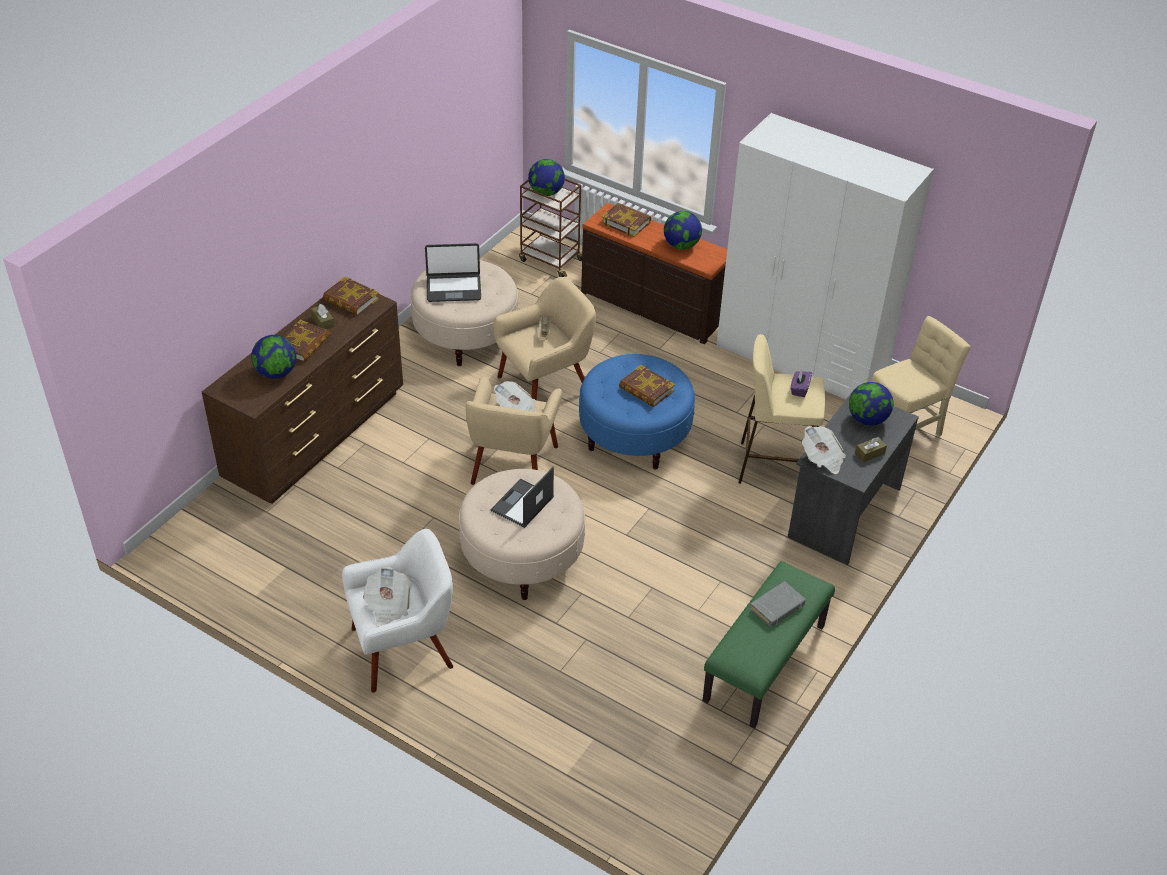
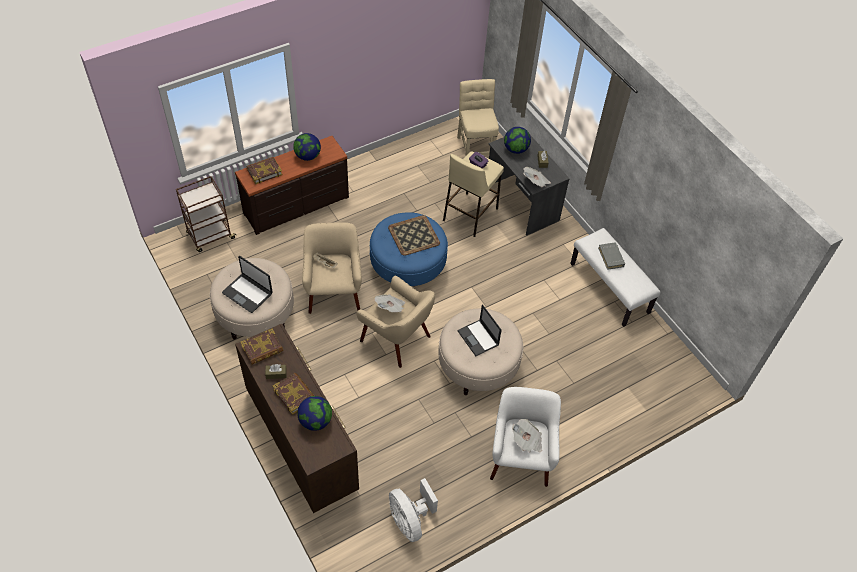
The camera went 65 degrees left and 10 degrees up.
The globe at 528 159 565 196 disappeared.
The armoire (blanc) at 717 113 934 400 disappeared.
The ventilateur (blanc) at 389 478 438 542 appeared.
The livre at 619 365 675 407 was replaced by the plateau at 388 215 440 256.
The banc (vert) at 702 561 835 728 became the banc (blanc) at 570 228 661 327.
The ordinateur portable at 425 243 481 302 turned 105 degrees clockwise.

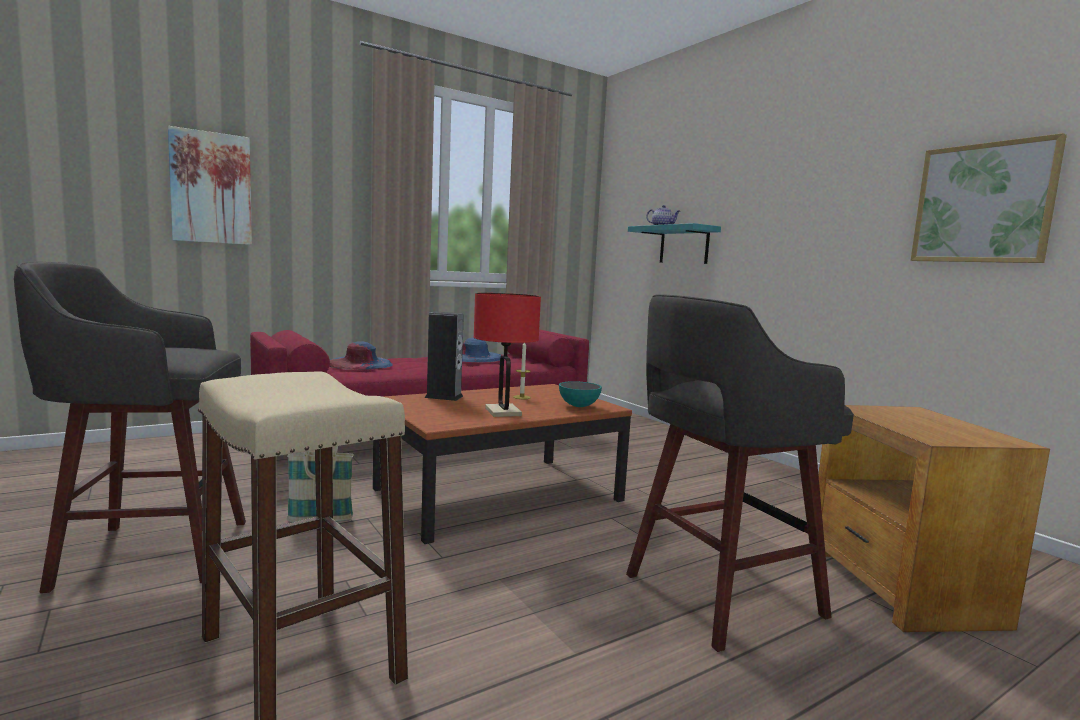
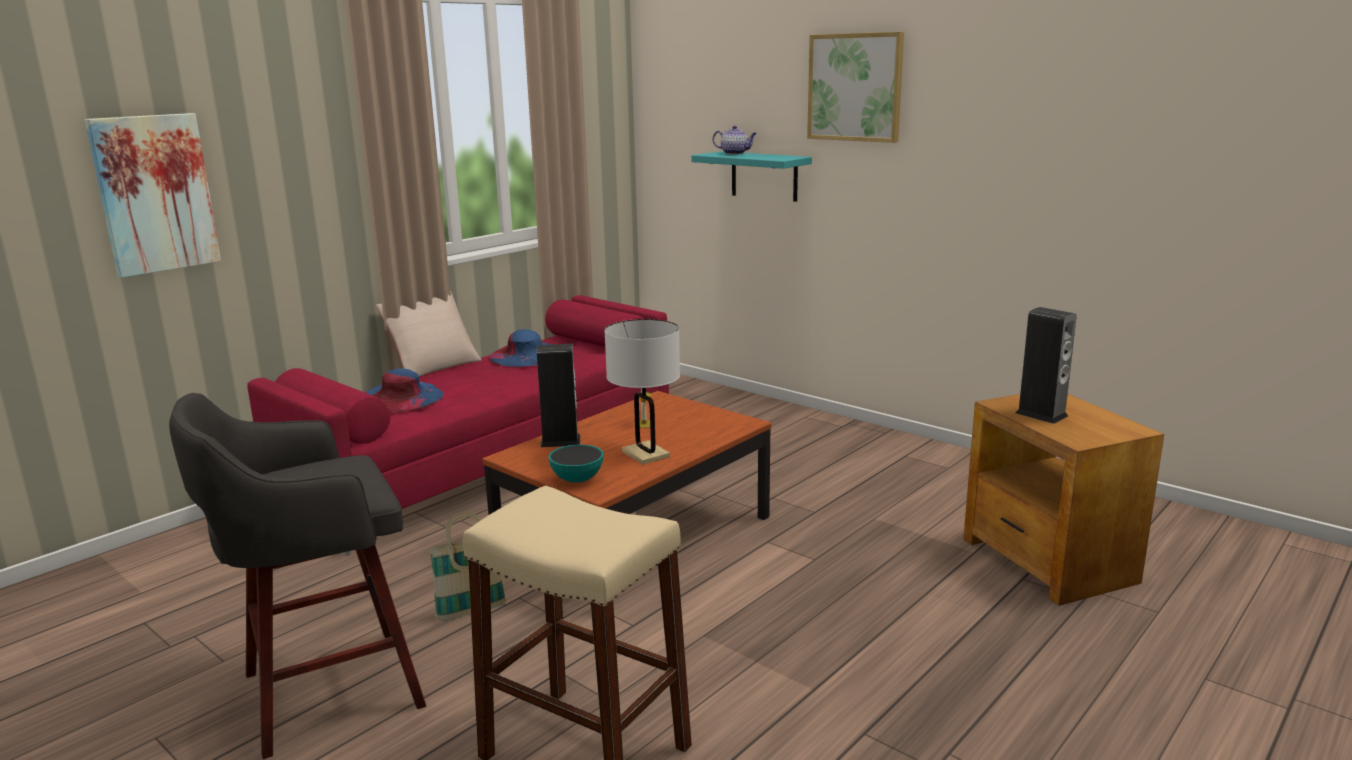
The camera went 15 degrees left and 10 degrees up.
The tabouret (gris) at 626 294 854 652 disappeared.
The coussin (beige) at 376 290 482 377 appeared.
The enceinte at 1015 307 1077 424 appeared.
The bol moved from 559 381 602 407 to 549 445 604 483.
The tableau moved from 911 133 1067 263 to 807 32 904 143.
The lampe de table (rouge) at 474 293 541 417 became the lampe de table (blanc) at 604 319 680 465.

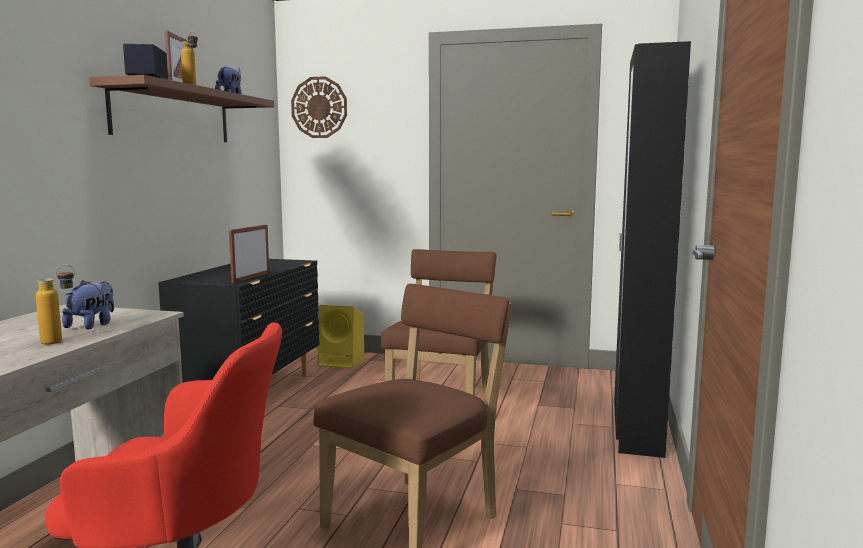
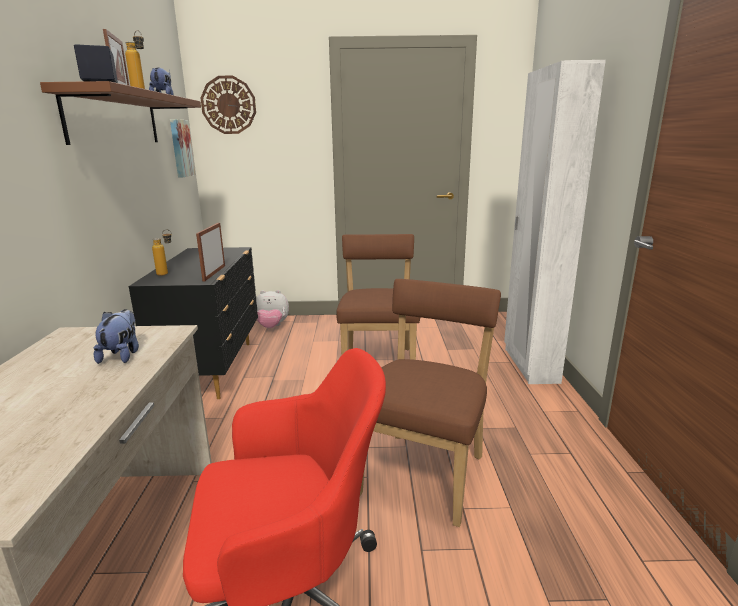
The camera went 15 degrees left and 10 degrees up.
The tableau at 170 119 195 178 appeared.
The bouteille moved from 36 265 75 344 to 152 229 172 276.
The enceinte (jaune) at 318 305 364 369 was replaced by the peluche at 256 290 289 328.
The armoire (noir) at 614 41 691 458 became the armoire (blanc) at 504 60 606 384.

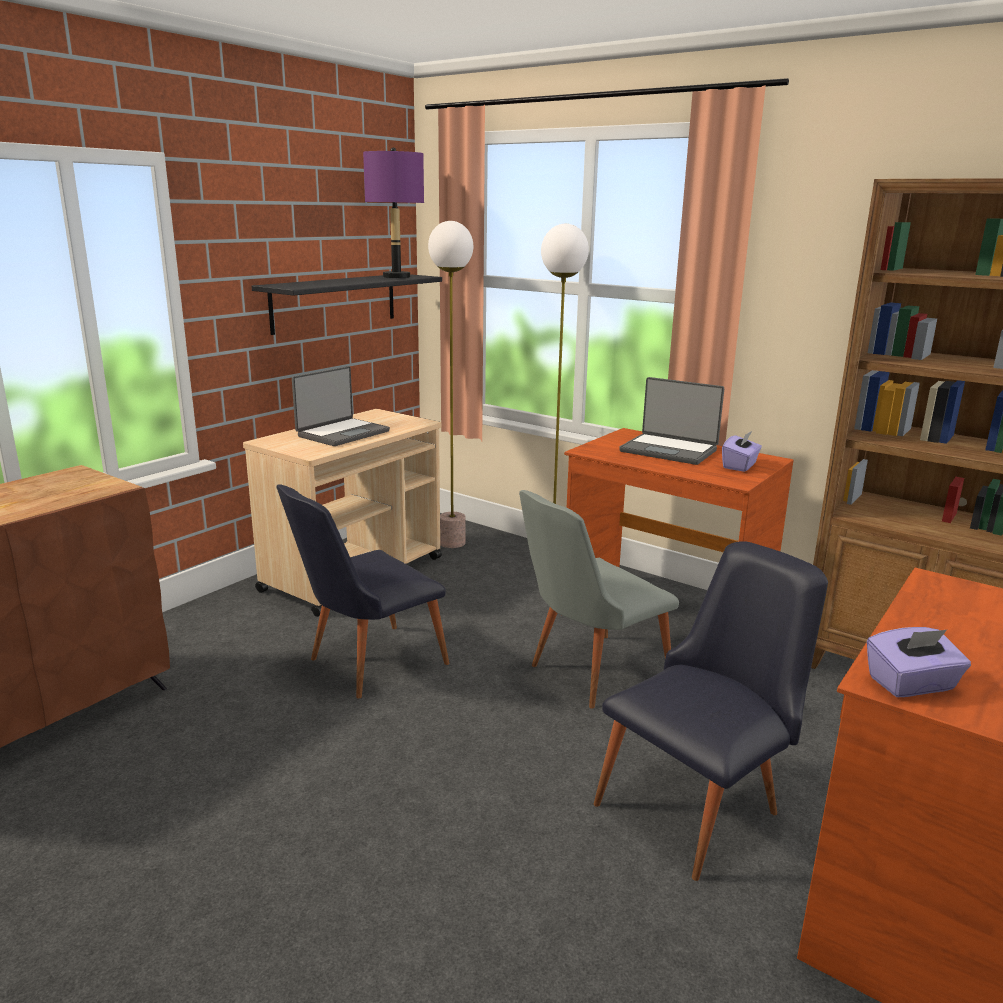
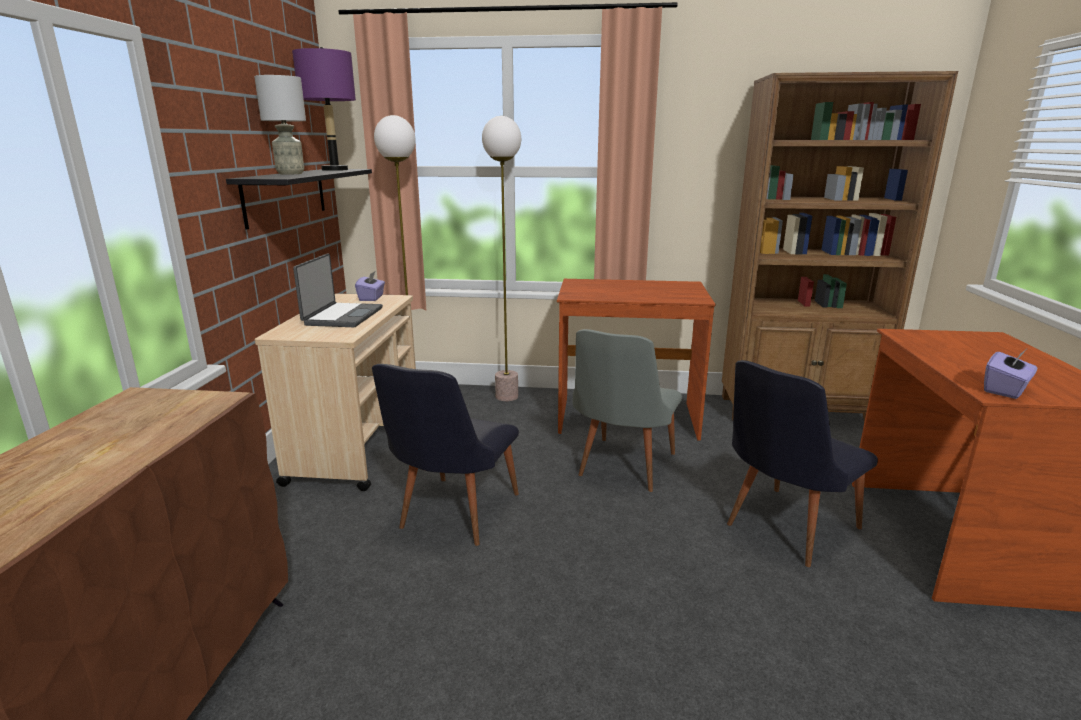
The camera went 30 degrees left and 0 degrees up.
The ordinateur portable at 619 377 724 465 disappeared.
The lampe de table (gris) at 254 75 306 175 appeared.
The boîte à mouchoirs (violet) moved from 722 431 762 472 to 355 272 385 301.
The chaise (noir) at 594 541 828 881 turned 150 degrees counterclockwise.

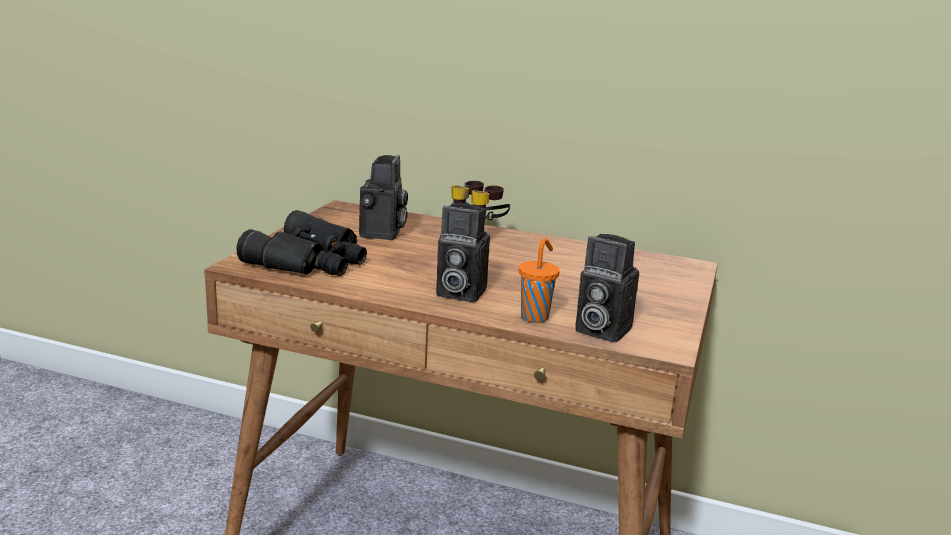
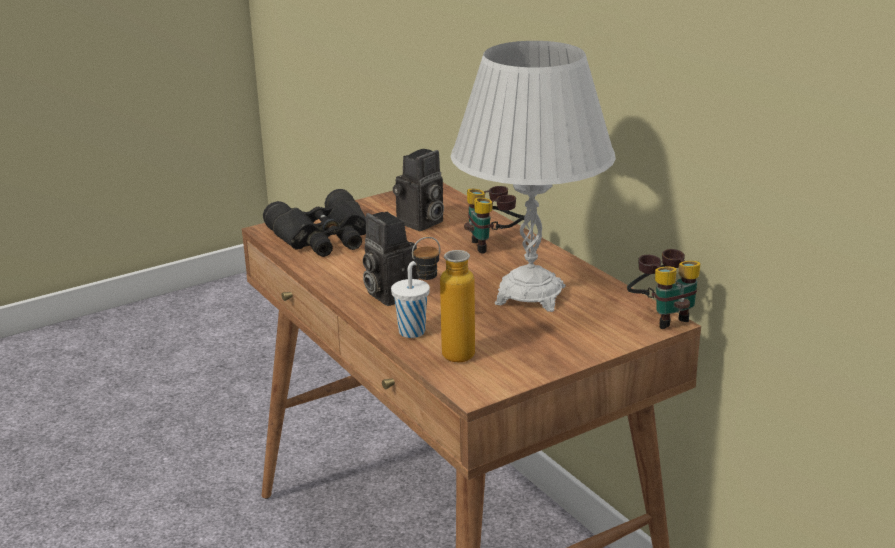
The camera went 40 degrees right and 5 degrees up.
The lampe de table (blanc) at 451 41 616 312 appeared.
The jumelles at 627 249 701 329 appeared.
The appareil photo at 575 234 639 343 was replaced by the bouteille at 412 237 475 362.
The tasse (orange) at 519 238 560 323 became the tasse (blanc) at 391 261 430 338.

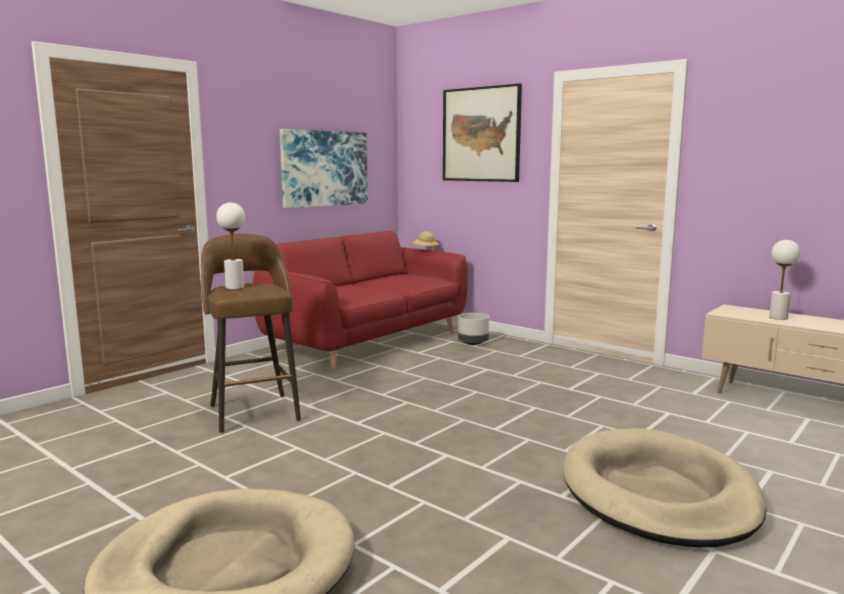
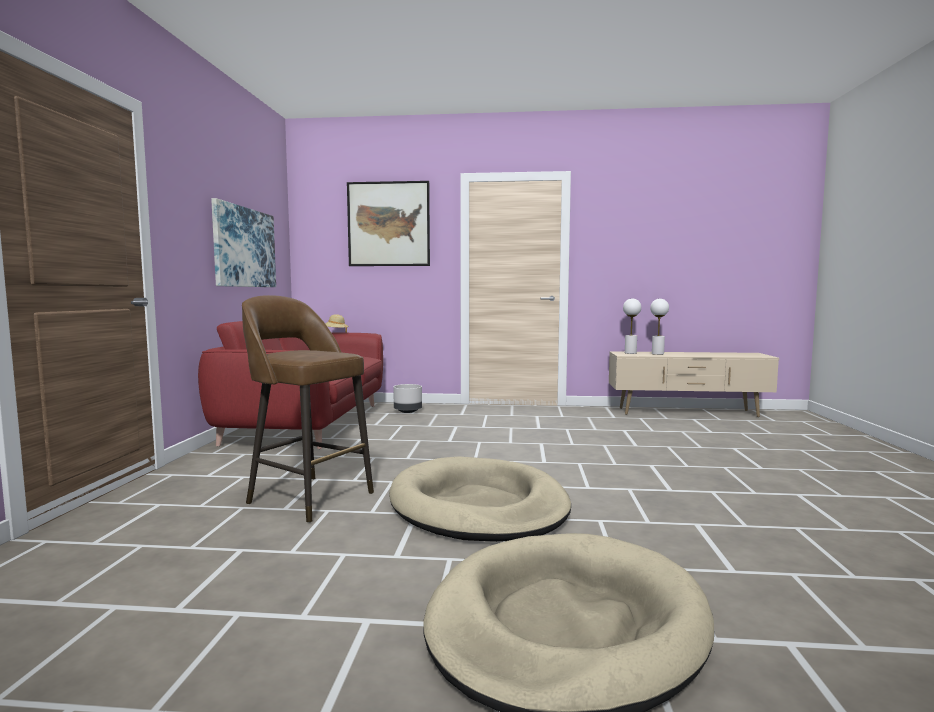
The camera went 35 degrees left and 5 degrees down.
The lampe de table (blanc) moved from 216 202 245 289 to 623 298 641 354.
The panier pour chien (beige) moved from 563 428 767 548 to 389 456 571 542.

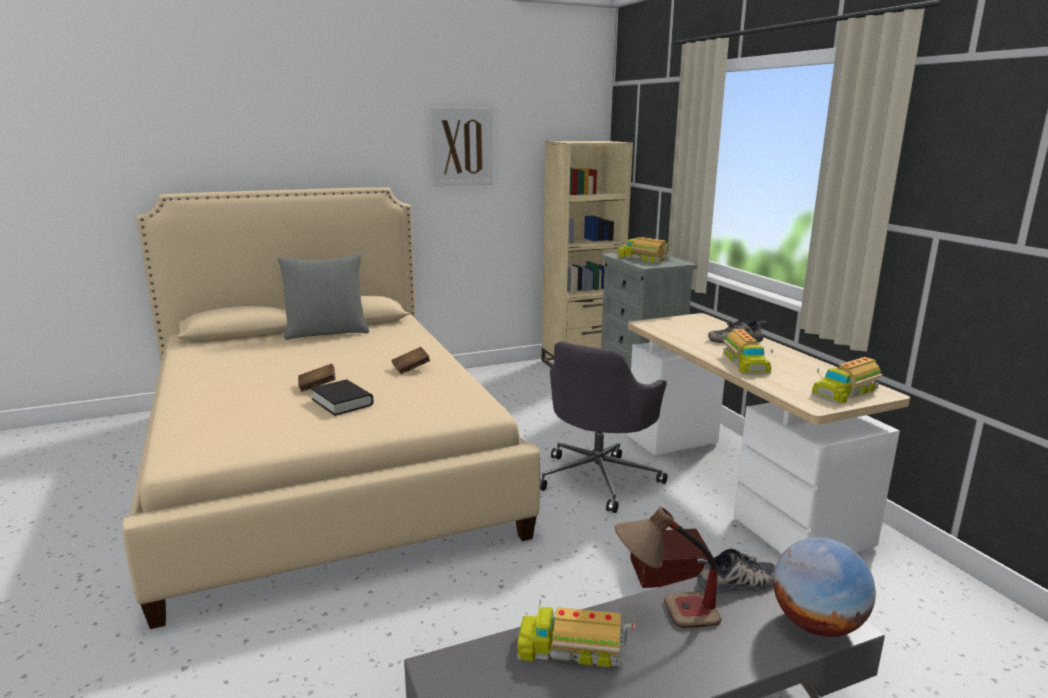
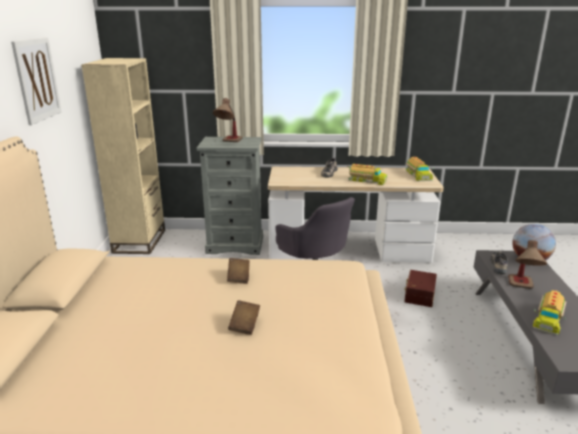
The camera went 65 degrees left and 5 degrees up.
The coussin (gris) at 277 254 369 340 disappeared.
The livre (noir) at 311 379 373 416 disappeared.
The camion jouet at 618 237 671 263 was replaced by the lampe de table at 213 98 243 142.

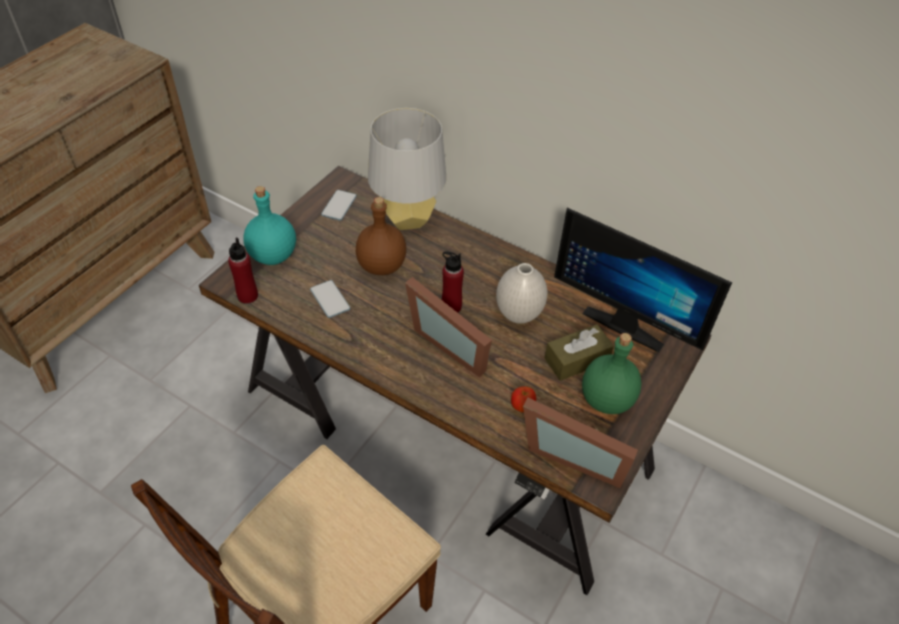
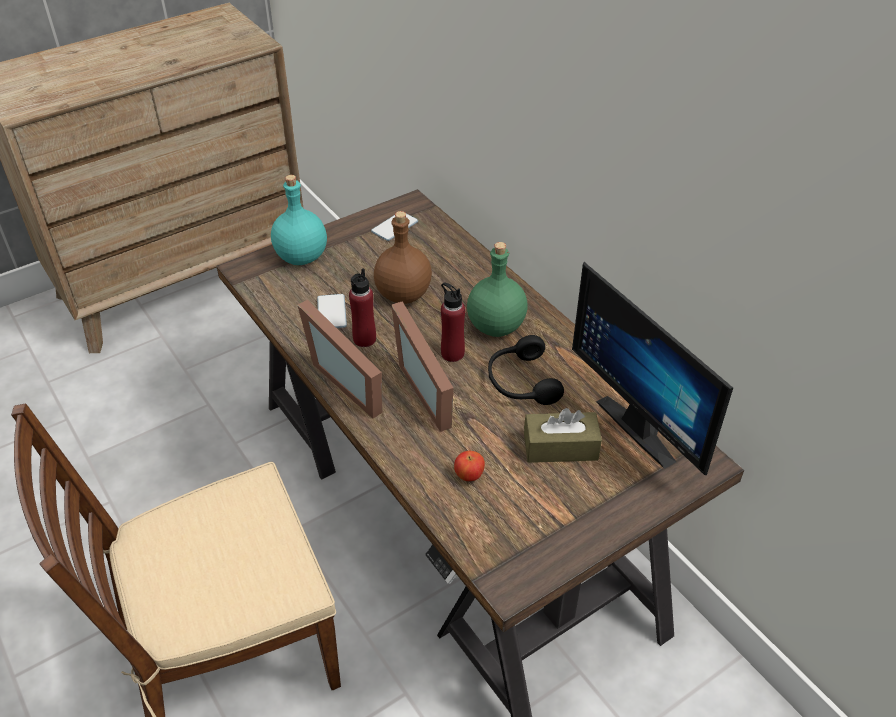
The camera went 25 degrees right and 5 degrees down.
The lampe de table (gris) at 368 108 446 230 disappeared.
The bouteille (rouge) moved from 228 238 258 304 to 349 268 376 347.
The cadre photo moved from 523 397 638 488 to 298 300 383 418.
The bouteille (vert) moved from 582 333 641 414 to 467 242 528 337.
The vase (blanc) at 496 263 547 324 was replaced by the casque audio (noir) at 488 335 564 405.

